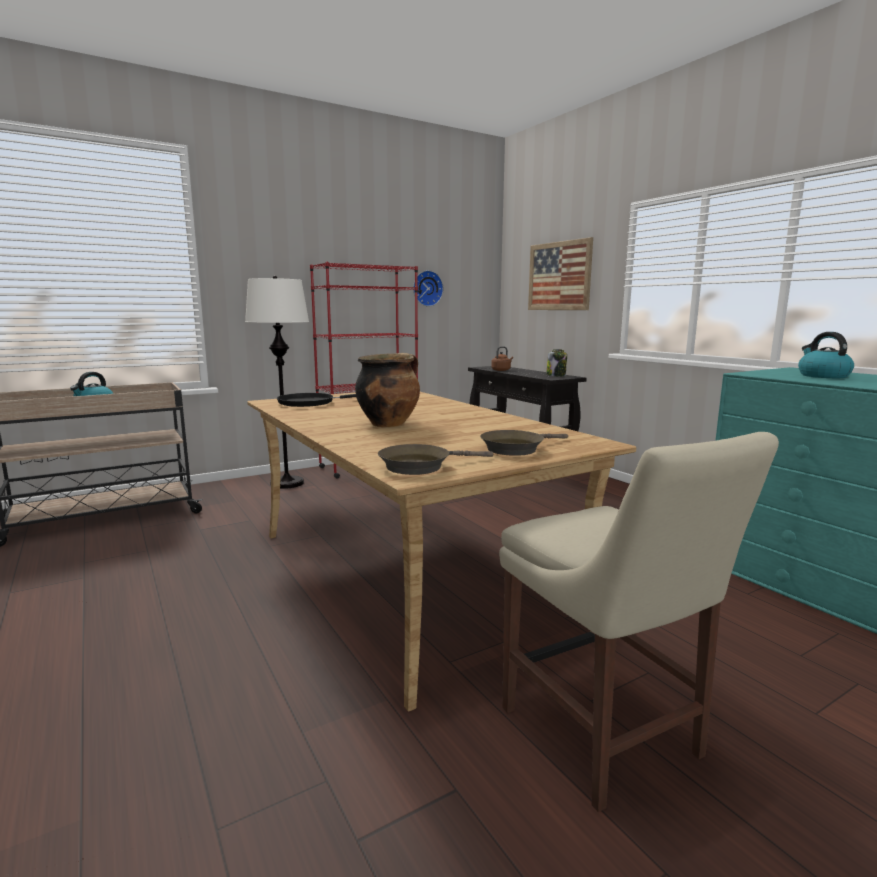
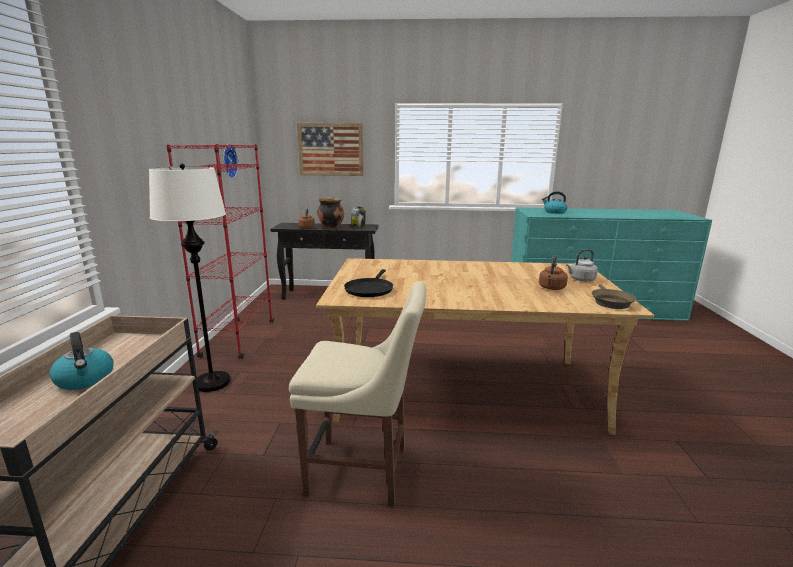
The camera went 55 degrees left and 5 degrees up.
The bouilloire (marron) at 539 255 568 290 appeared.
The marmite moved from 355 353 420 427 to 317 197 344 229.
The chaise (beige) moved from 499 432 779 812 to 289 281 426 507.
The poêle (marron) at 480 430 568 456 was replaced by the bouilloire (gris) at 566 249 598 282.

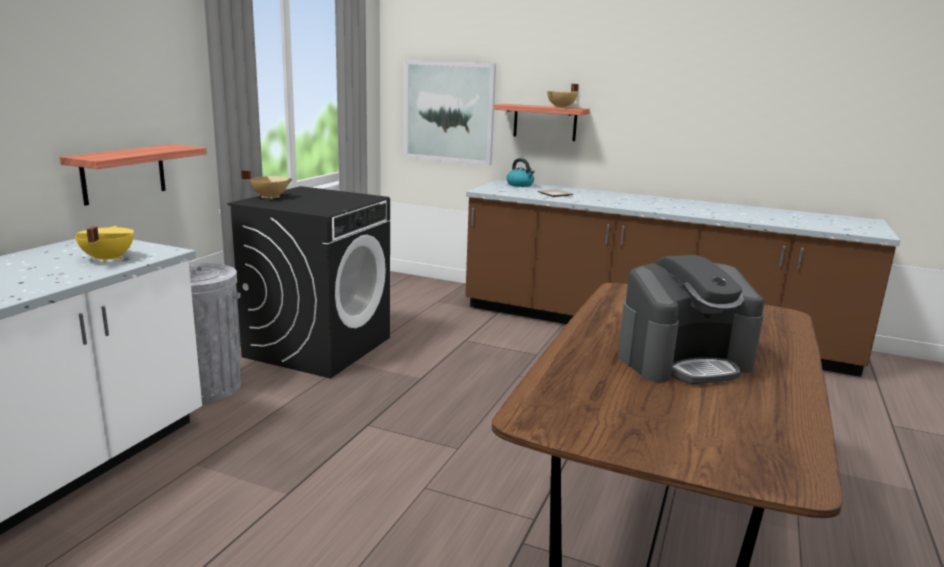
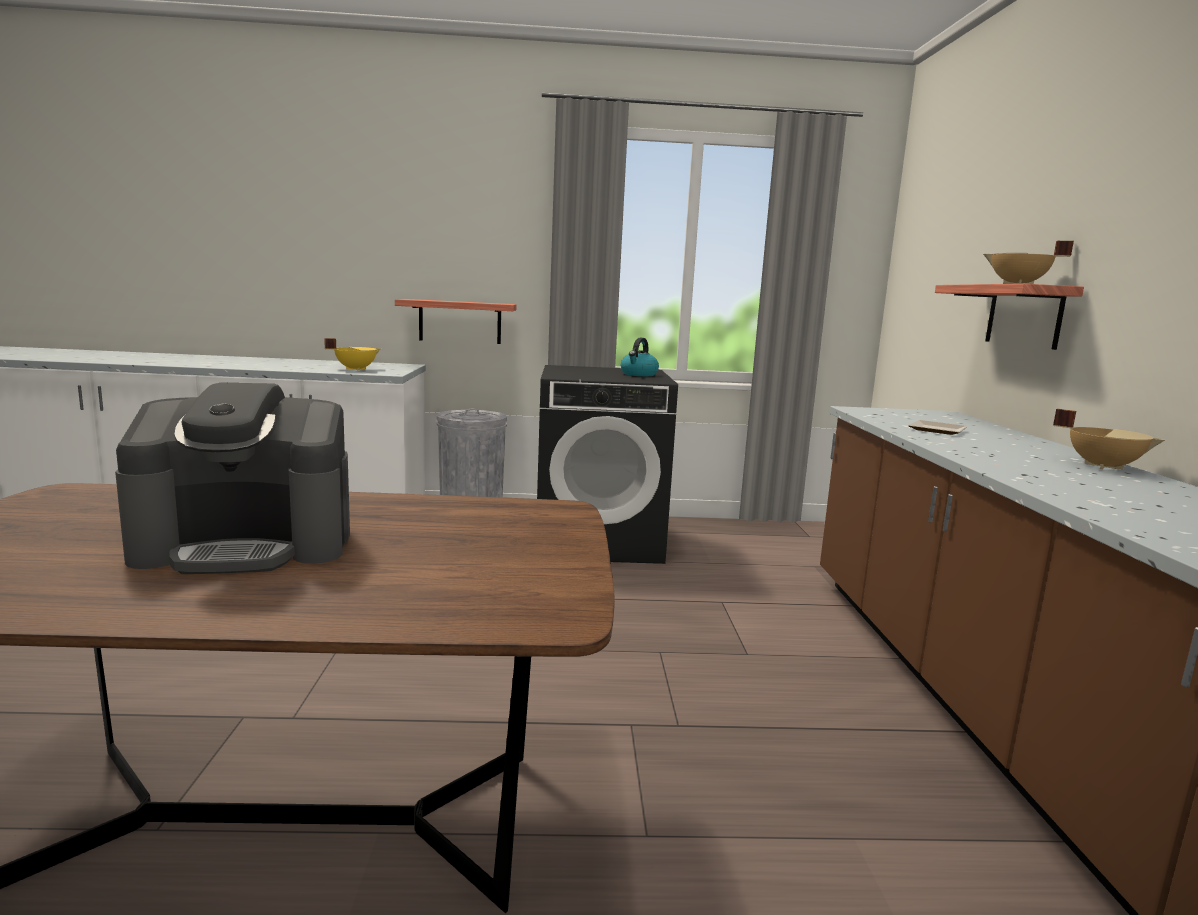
The camera went 65 degrees right and 5 degrees down.
The tableau at 404 60 496 165 disappeared.
The marmite (beige) moved from 241 170 294 199 to 1053 409 1165 470.
The bouilloire moved from 506 158 535 187 to 621 338 659 376.
The machine à café at 618 255 764 384 turned 60 degrees counterclockwise.

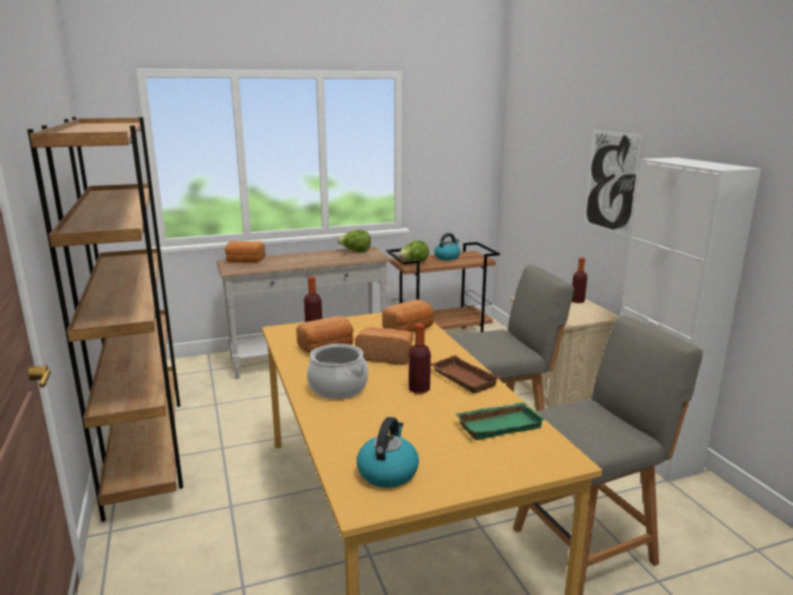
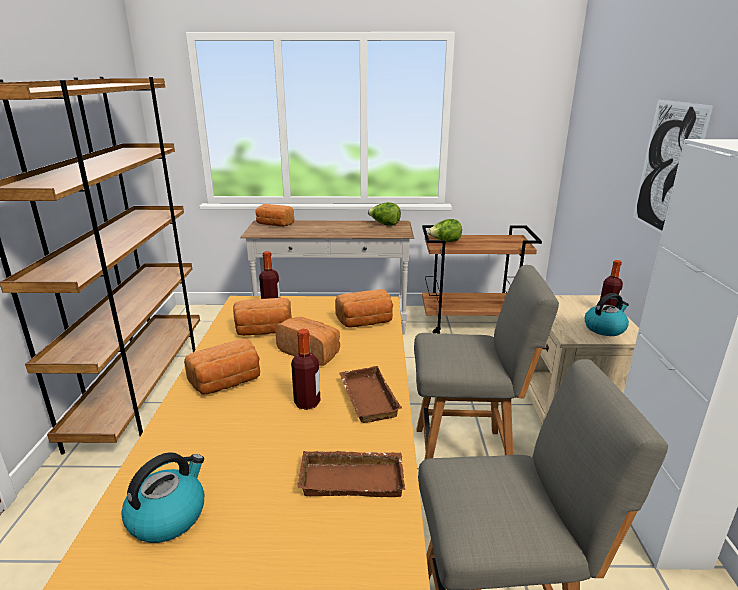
The camera went 20 degrees right and 5 degrees up.
The bouilloire moved from 434 233 460 260 to 585 293 629 336.
The marmite at 307 344 368 399 was replaced by the pain at 184 338 260 394.
The plateau (vert) at 455 402 545 440 became the plateau (marron) at 297 451 405 497.

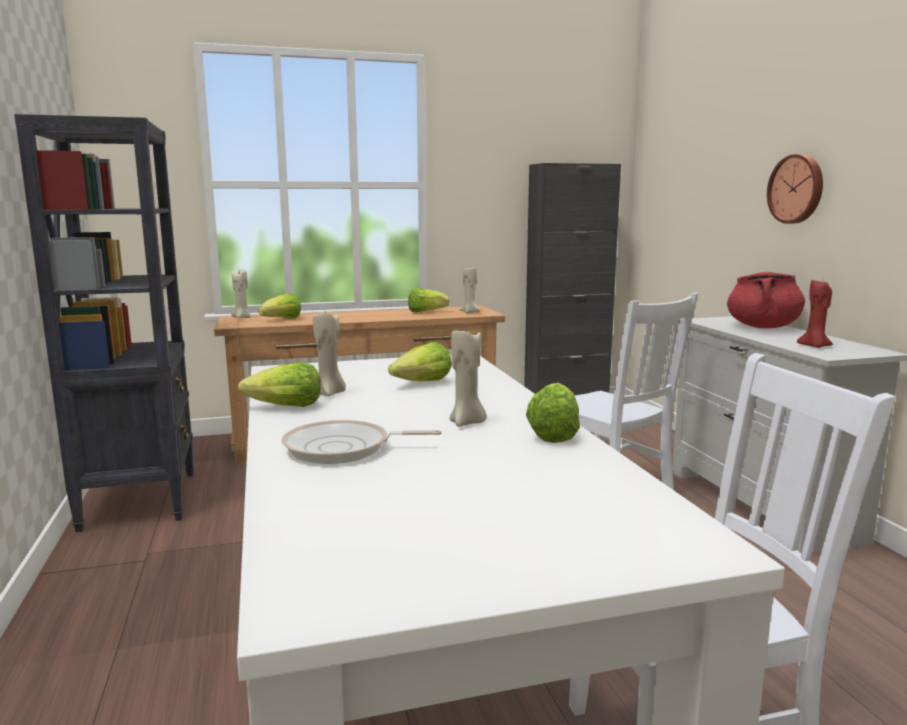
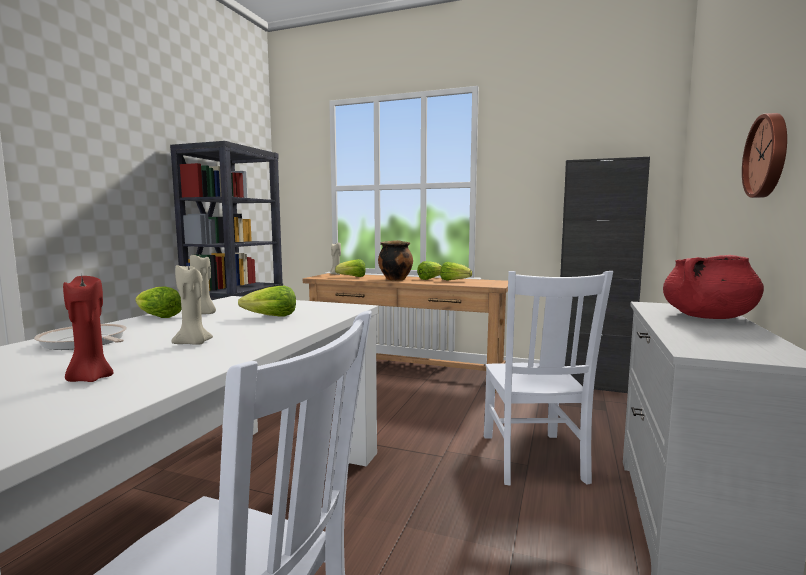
The camera went 35 degrees right and 5 degrees down.
The bougie (beige) at 459 267 480 313 disappeared.
The marmite at 378 240 413 281 appeared.
The laitue moved from 526 383 580 443 to 417 261 442 280.
The bougie (rouge) moved from 797 279 833 348 to 63 276 114 382.

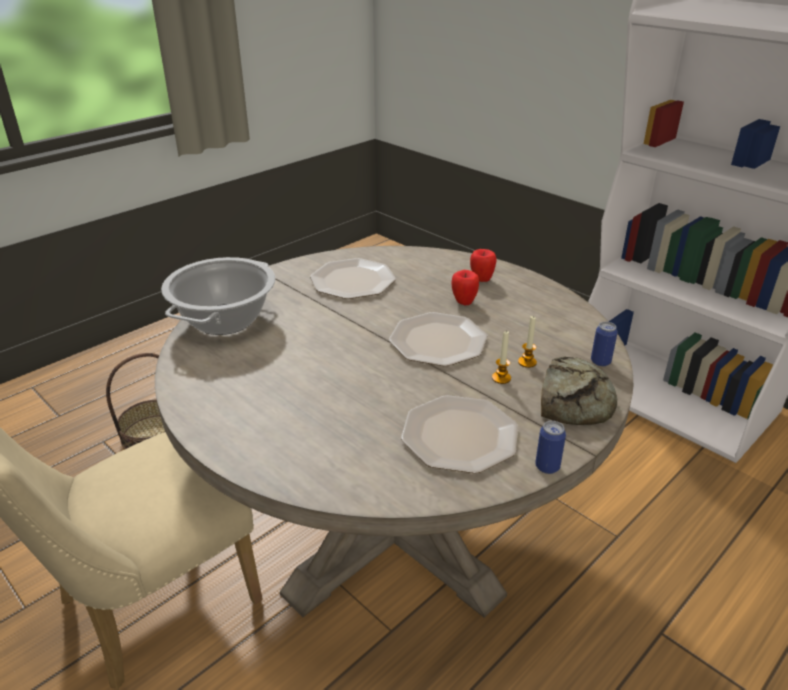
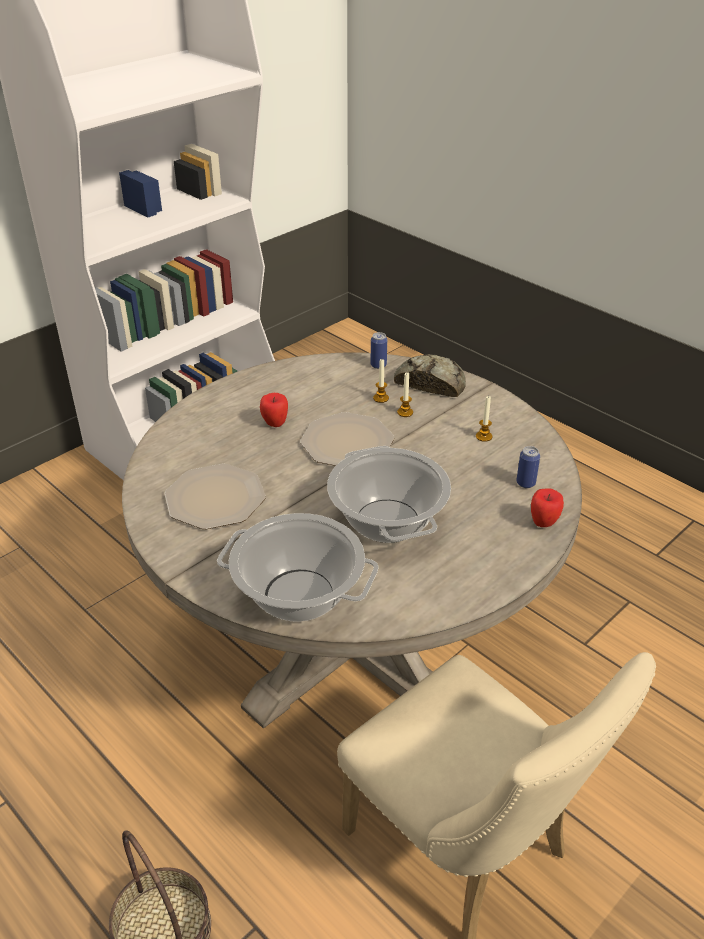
The camera went 90 degrees left and 5 degrees up.
The marmite at 327 446 451 543 appeared.
The pomme moved from 470 249 496 282 to 531 488 564 527.
The boîte métallique moved from 535 421 566 474 to 516 446 540 488.
The assiette at 401 395 518 474 was replaced by the bougie at 476 396 492 442.

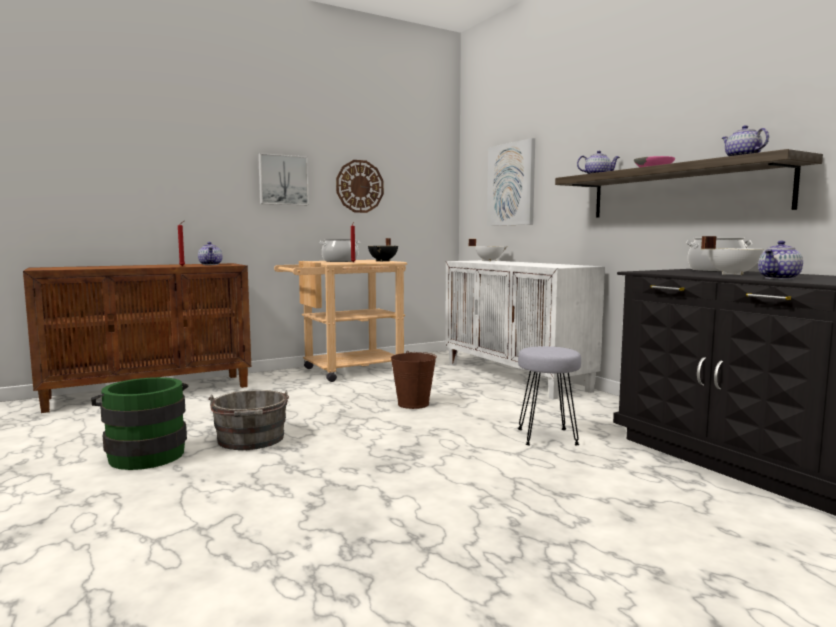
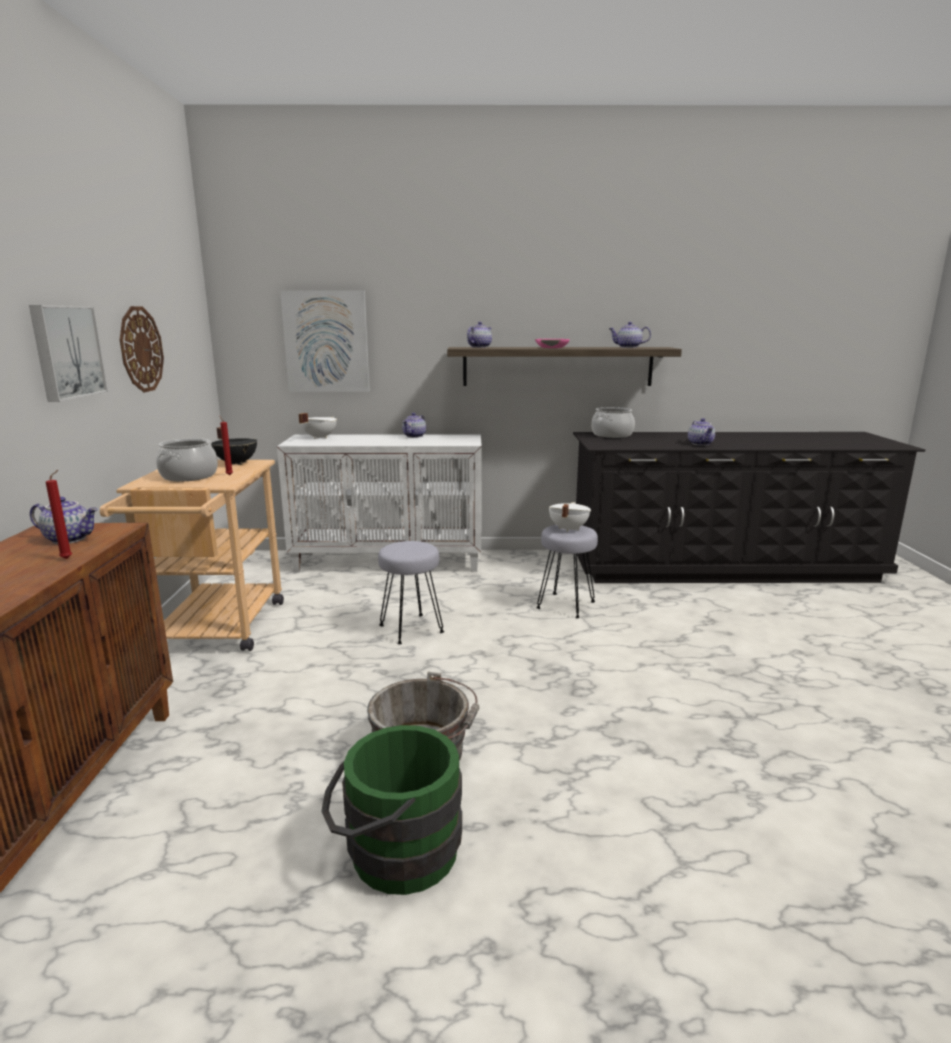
The camera went 60 degrees left and 10 degrees up.
The théière at 402 413 426 438 appeared.
The marmite (blanc) moved from 701 236 764 275 to 549 502 591 532.
The seau (marron) at 391 351 437 409 was replaced by the tabouret (gris) at 378 541 444 644.

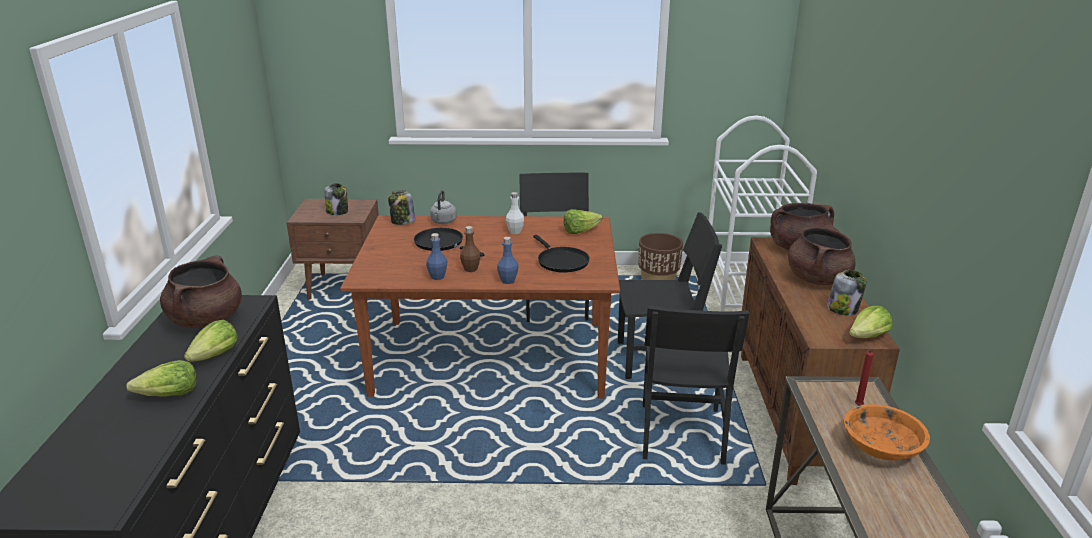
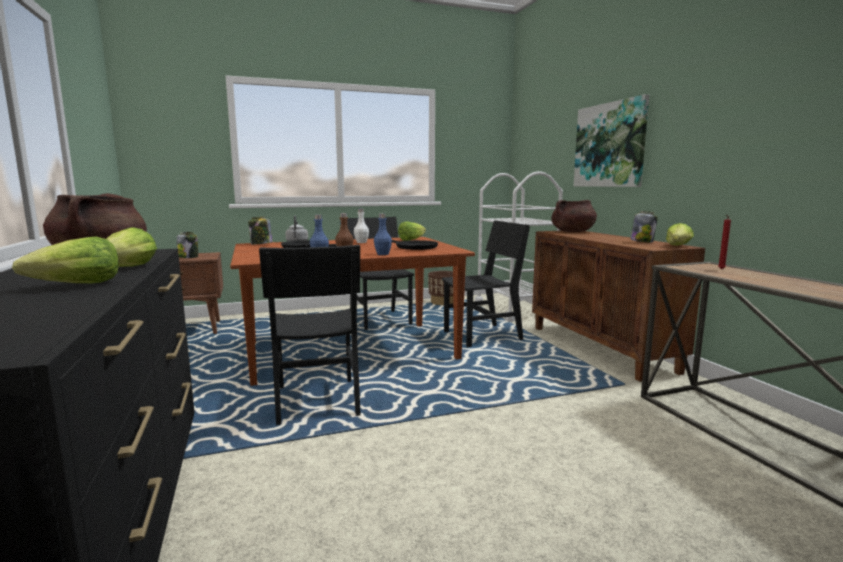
The camera went 20 degrees left and 15 degrees down.
The marmite (marron) at 788 225 856 285 disappeared.
The bol (orange) at 844 404 930 461 disappeared.
The tableau at 574 94 649 187 appeared.
The chaise (noir) moved from 643 305 750 465 to 259 245 361 425.

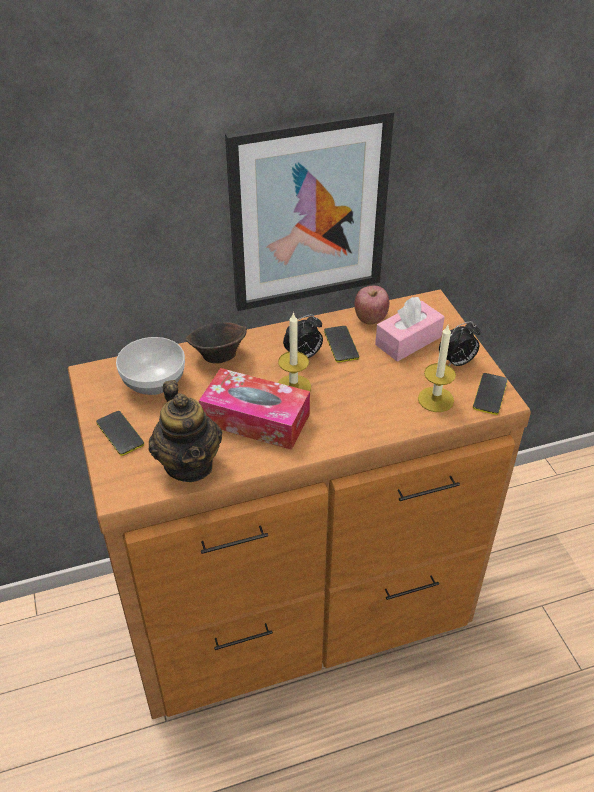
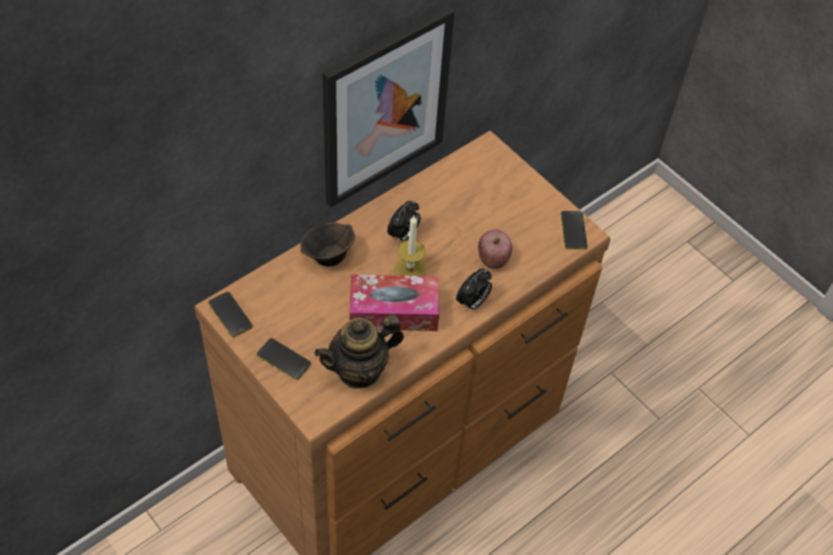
The camera went 25 degrees left and 10 degrees up.
The bol at 116 337 185 395 disappeared.
The boîte à mouchoirs (rose) at 375 297 445 362 disappeared.
The bougie at 418 325 456 412 disappeared.
The téléphone moved from 324 326 359 363 to 208 292 253 338.
The pomme moved from 355 286 389 324 to 478 230 512 269.
The réveil moved from 439 321 481 366 to 456 269 492 311.
The théière at 149 380 222 482 turned 105 degrees clockwise.

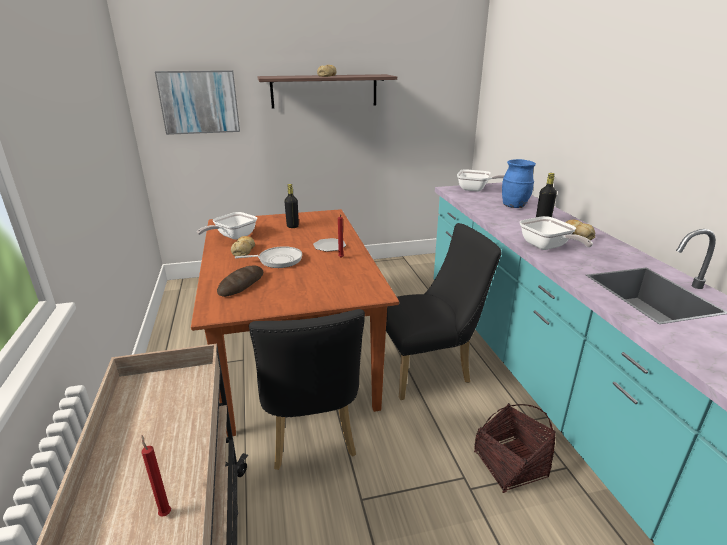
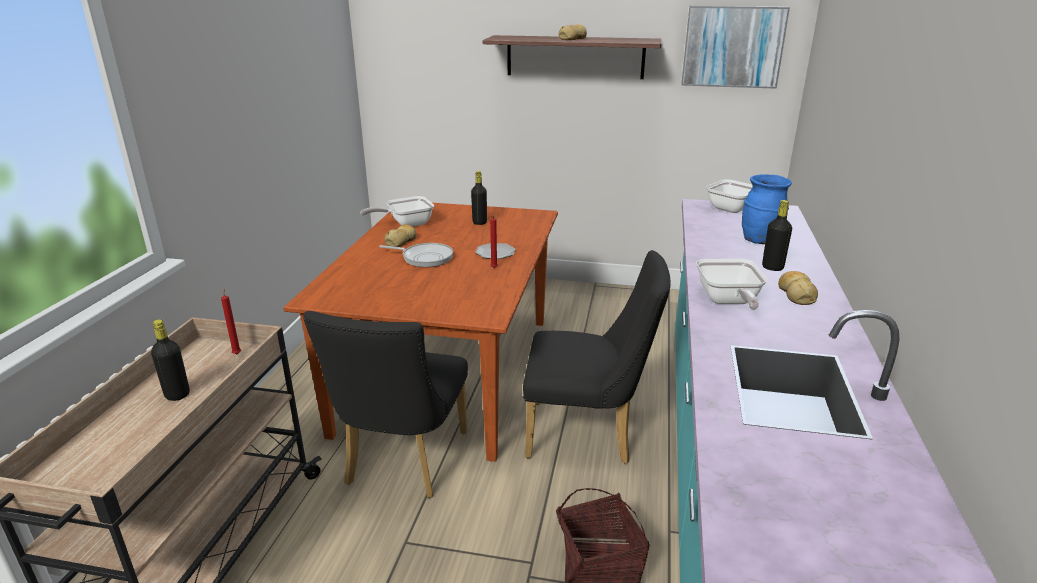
The camera went 25 degrees right and 0 degrees up.
The pain at 217 266 263 297 disappeared.
The bouteille (noir) at 151 319 190 401 appeared.
The bougie (rouge) moved from 141 435 171 517 to 221 287 241 354.
The tableau moved from 155 70 240 135 to 681 6 790 89.

